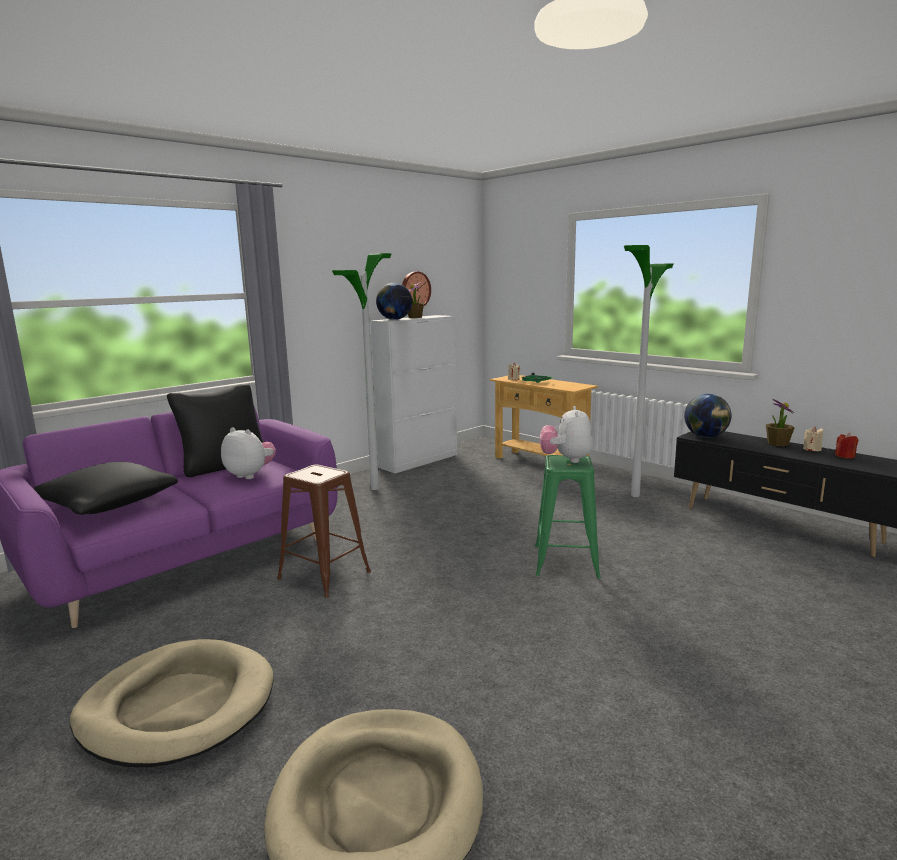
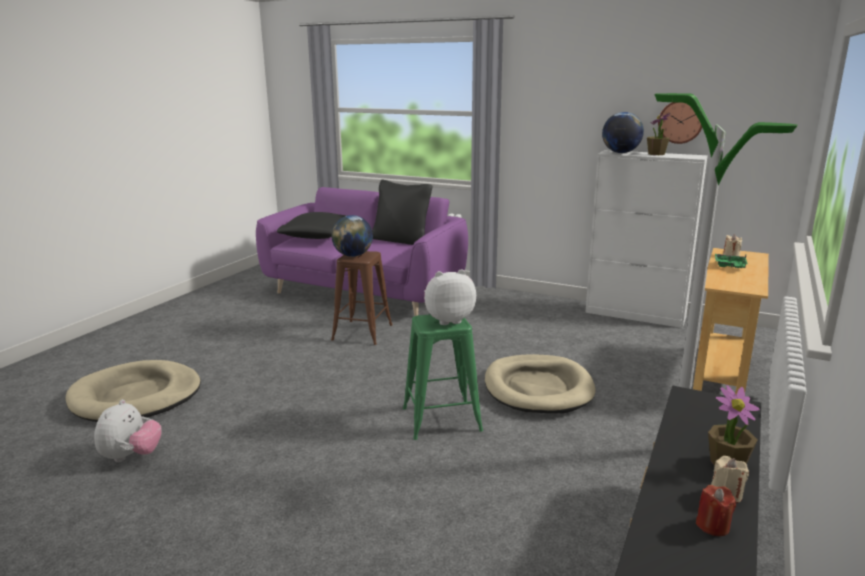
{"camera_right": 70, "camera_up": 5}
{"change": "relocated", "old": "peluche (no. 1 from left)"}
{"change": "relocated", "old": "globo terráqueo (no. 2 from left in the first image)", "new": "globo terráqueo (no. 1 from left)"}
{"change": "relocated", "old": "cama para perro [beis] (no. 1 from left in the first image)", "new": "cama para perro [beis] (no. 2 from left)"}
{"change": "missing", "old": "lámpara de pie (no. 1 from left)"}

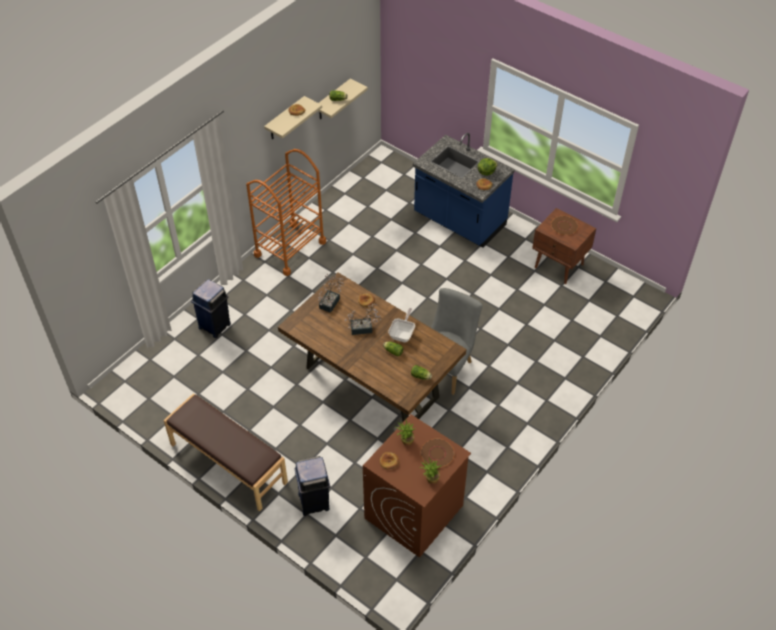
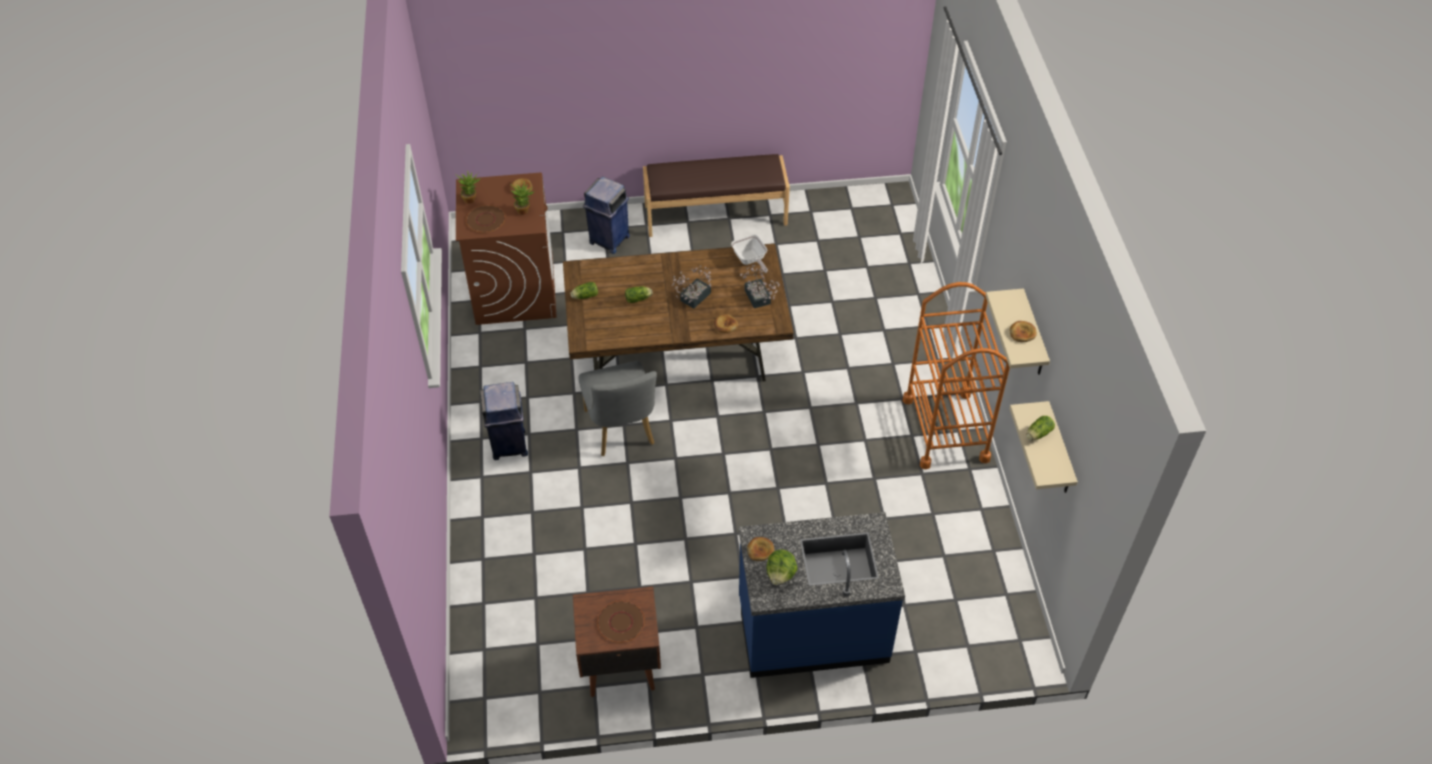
{"camera_right": 135, "camera_up": 0}
{"change": "relocated", "old": "papelera [azul] (no. 1 from left)"}
{"change": "relocated", "old": "sartén"}

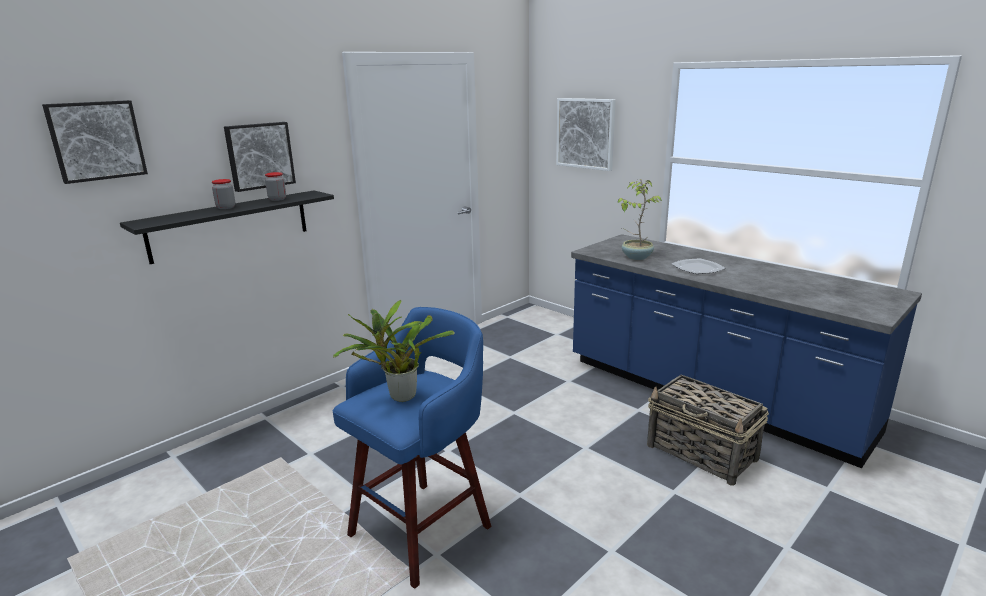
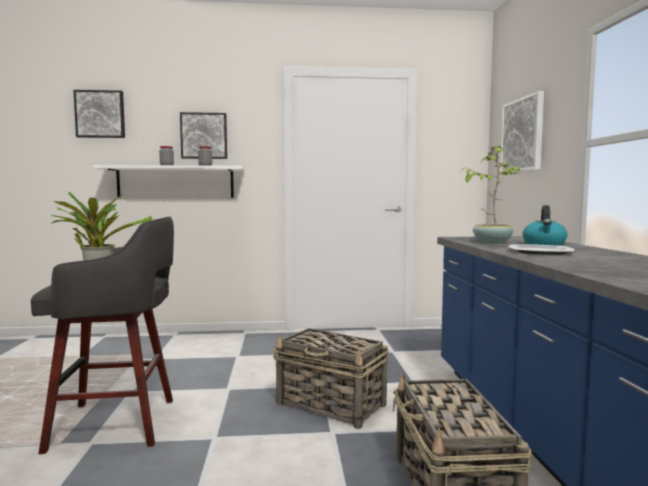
{"camera_right": 40, "camera_up": -15}
{"change": "colour", "old": "taburete [azul]", "new": "taburete [gris]"}
{"change": "colour", "old": "estante [negro]", "new": "estante [blanco]"}
{"change": "appeared", "new": "cesta (no. 1 from left)"}
{"change": "appeared", "new": "hervidor"}

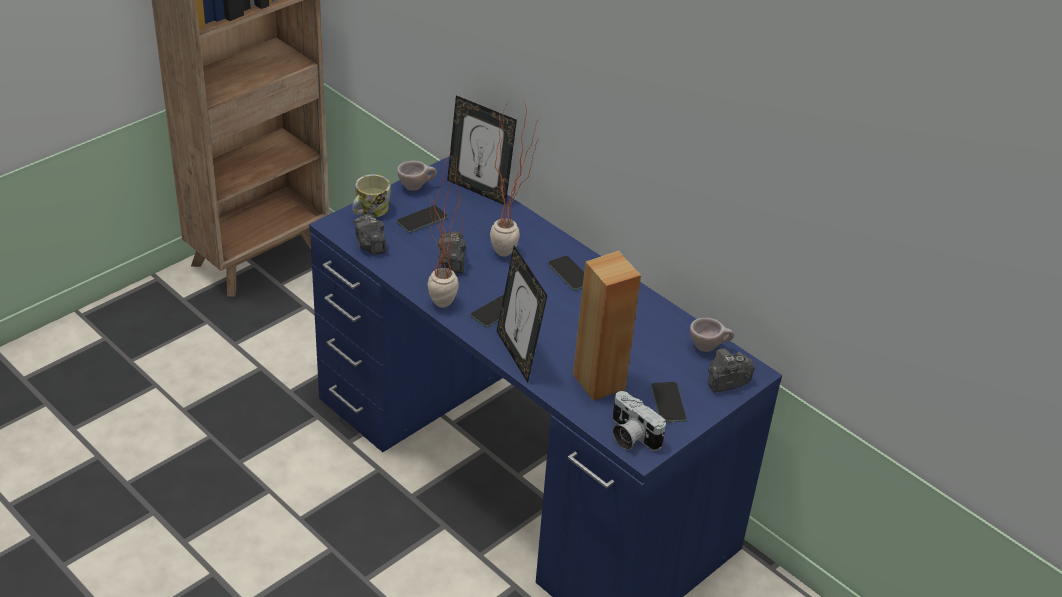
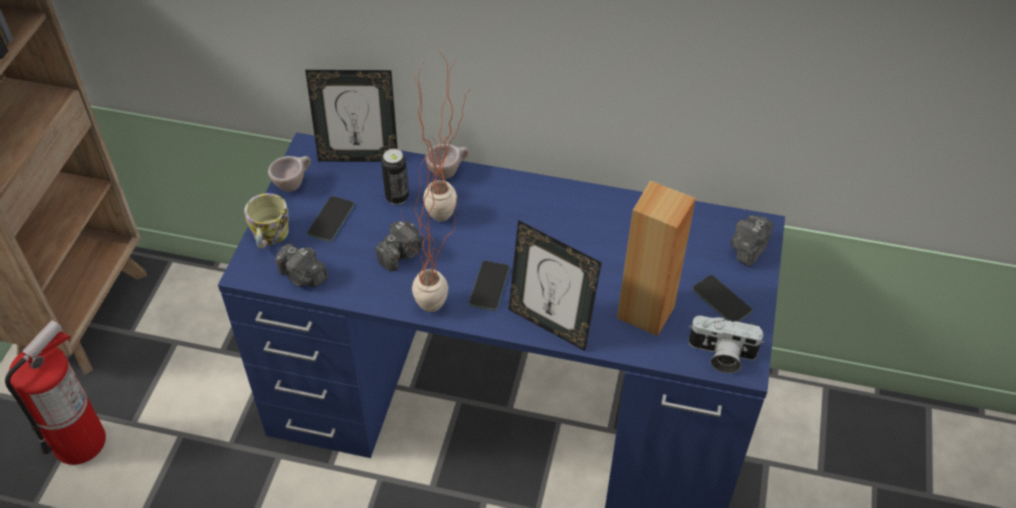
{"camera_right": -30, "camera_up": 10}
{"change": "appeared", "new": "extintor"}
{"change": "spun", "old": "cámara (no. 2 from left)", "degrees": -105}
{"change": "appeared", "new": "lata"}
{"change": "relocated", "old": "taza [beis] (no. 2 from left)"}
{"change": "missing", "old": "móvil (no. 3 from left)"}

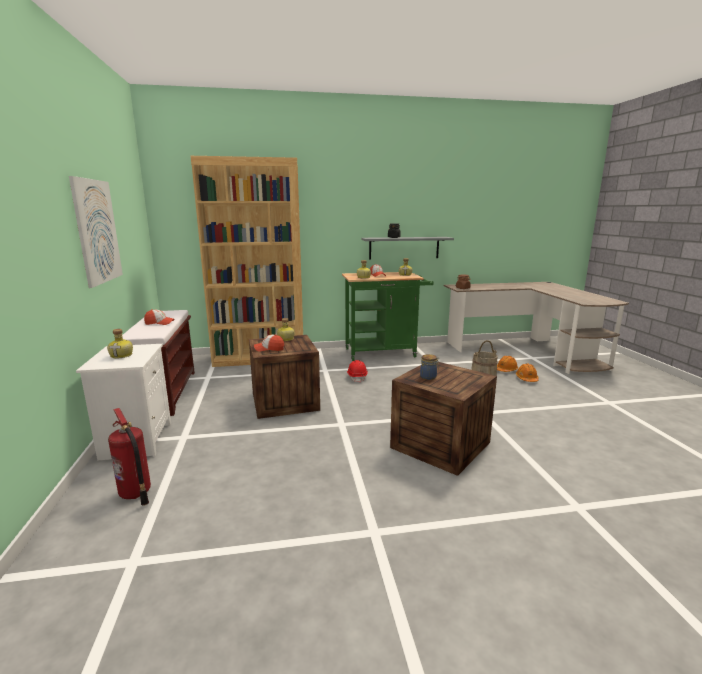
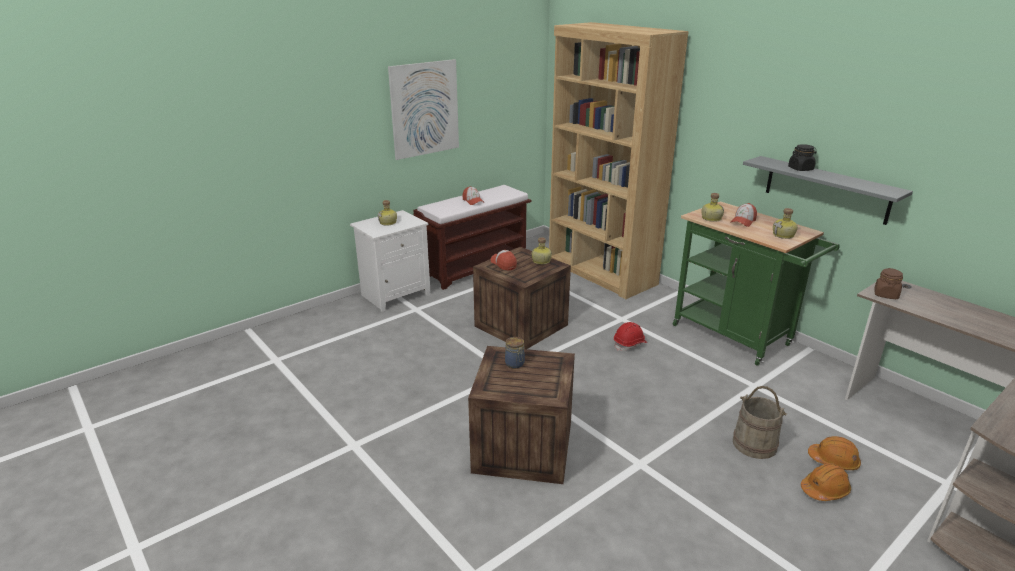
{"camera_right": 60, "camera_up": 10}
{"change": "missing", "old": "extintor"}

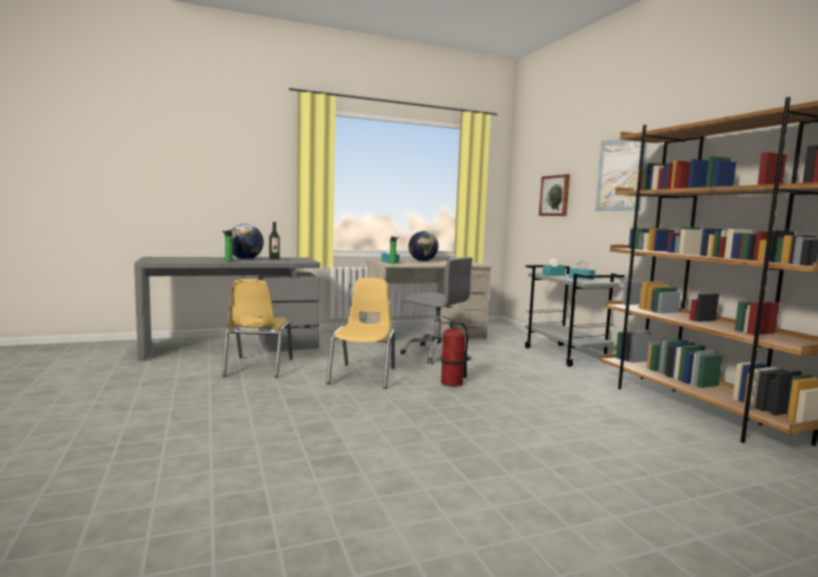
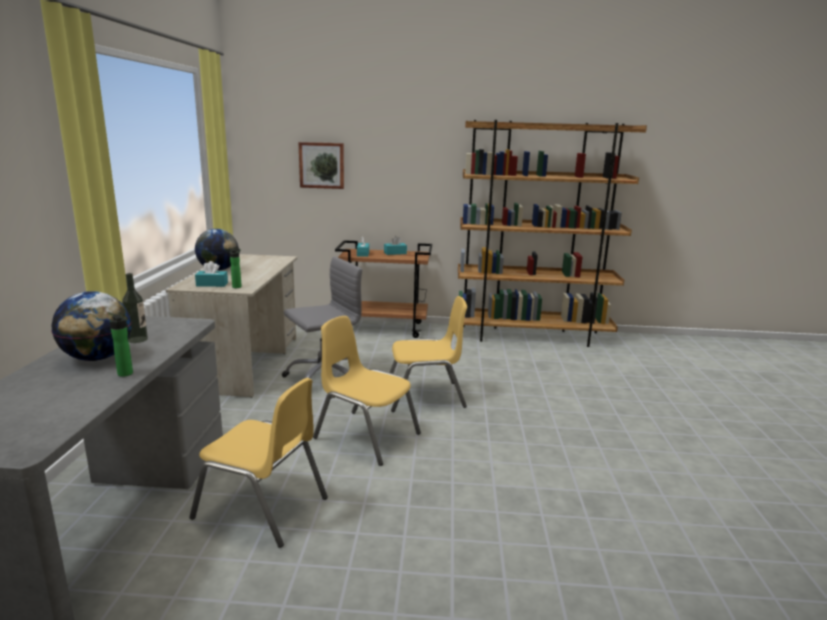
{"camera_right": -65, "camera_up": 10}
{"change": "colour", "old": "carrito [gris]", "new": "carrito [marrón]"}
{"change": "exchanged", "old": "extintor", "new": "silla [amarillo] (no. 3 from left)"}
{"change": "missing", "old": "cuadro (no. 2 from left)"}

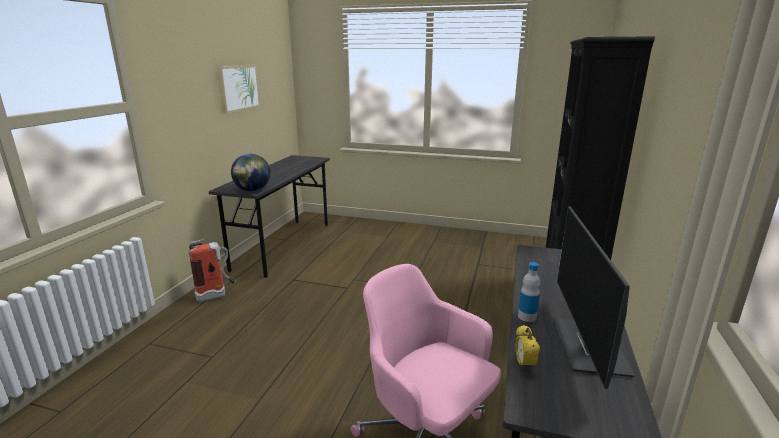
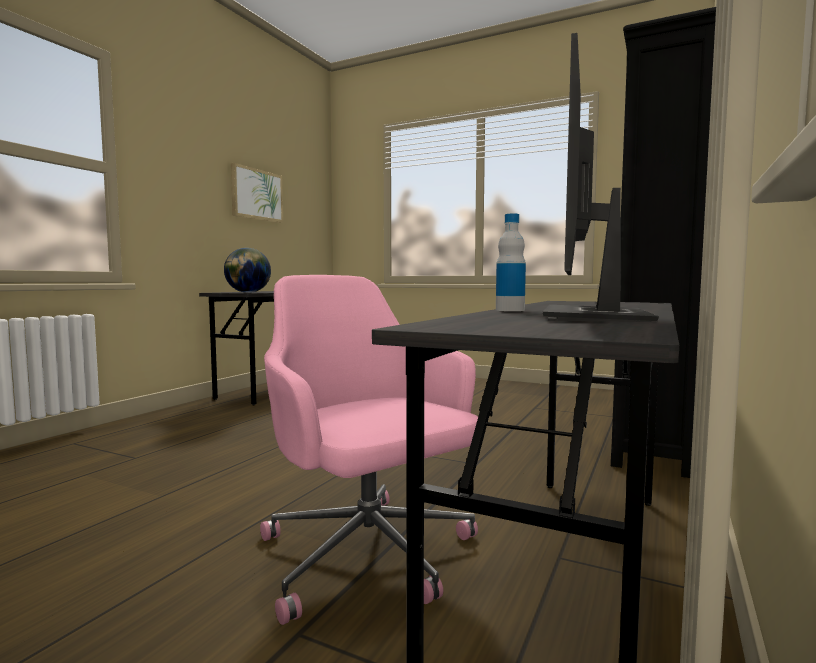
{"camera_right": 10, "camera_up": -15}
{"change": "missing", "old": "extintor"}
{"change": "missing", "old": "despertador"}

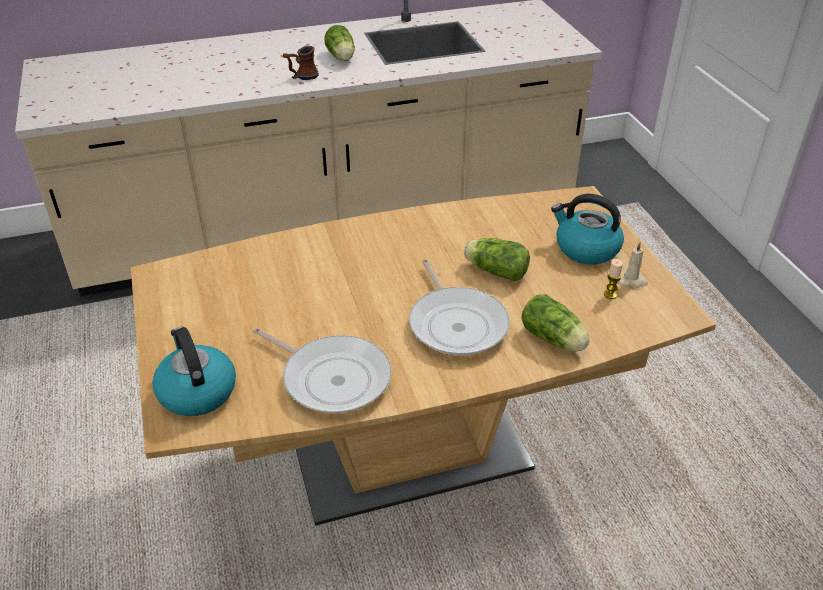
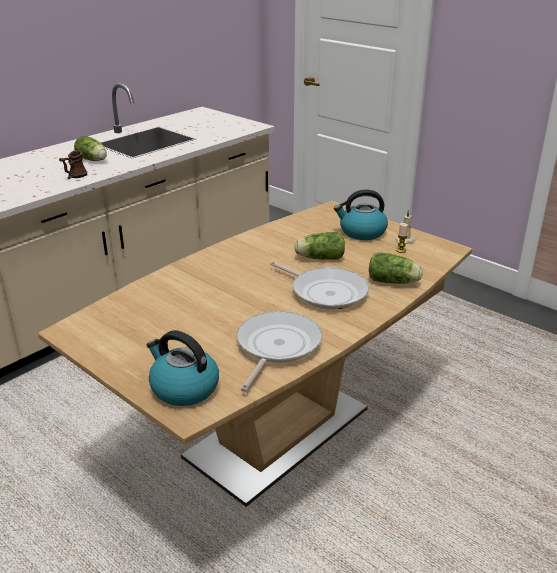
{"camera_right": -30, "camera_up": -10}
{"change": "spun", "old": "sartén (no. 1 from left)", "degrees": -75}

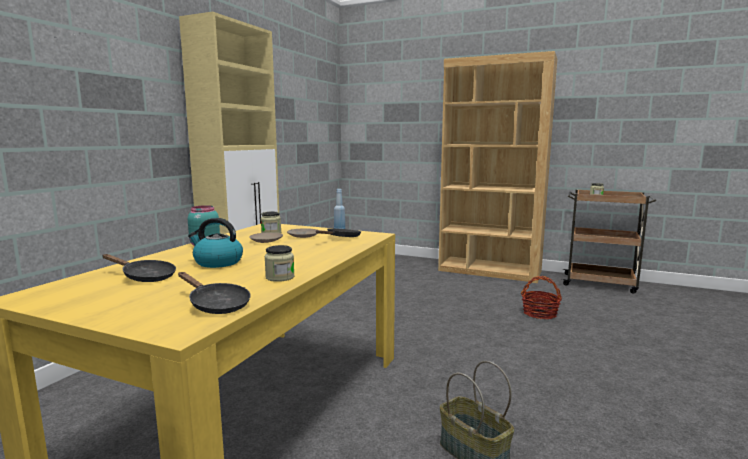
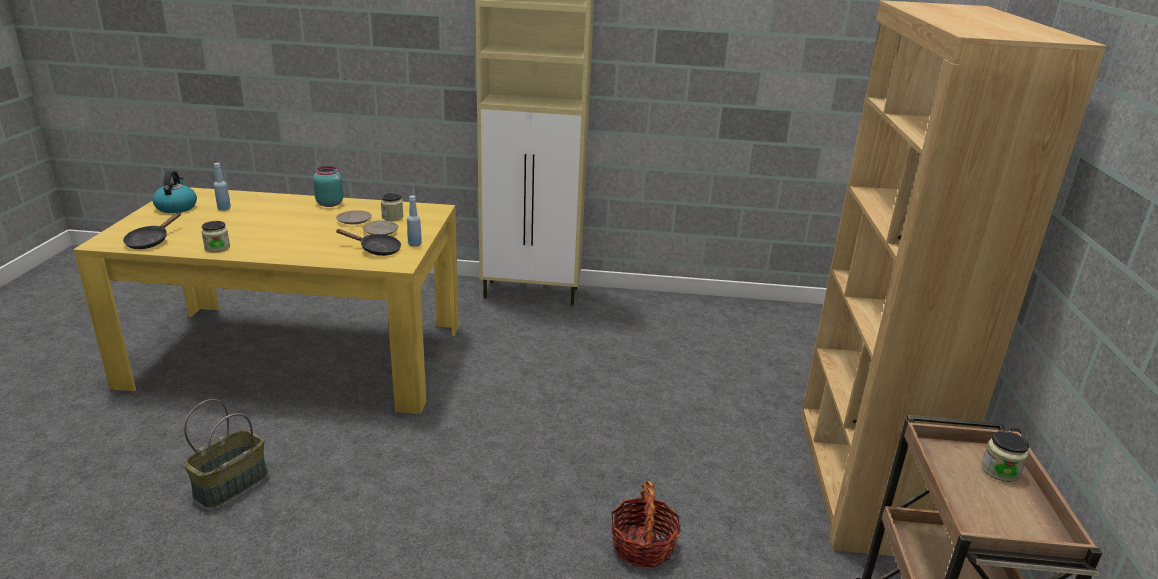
{"camera_right": 70, "camera_up": 15}
{"change": "relocated", "old": "hervidor"}
{"change": "exchanged", "old": "sartén [negro] (no. 1 from left)", "new": "botella [azul] (no. 1 from left)"}

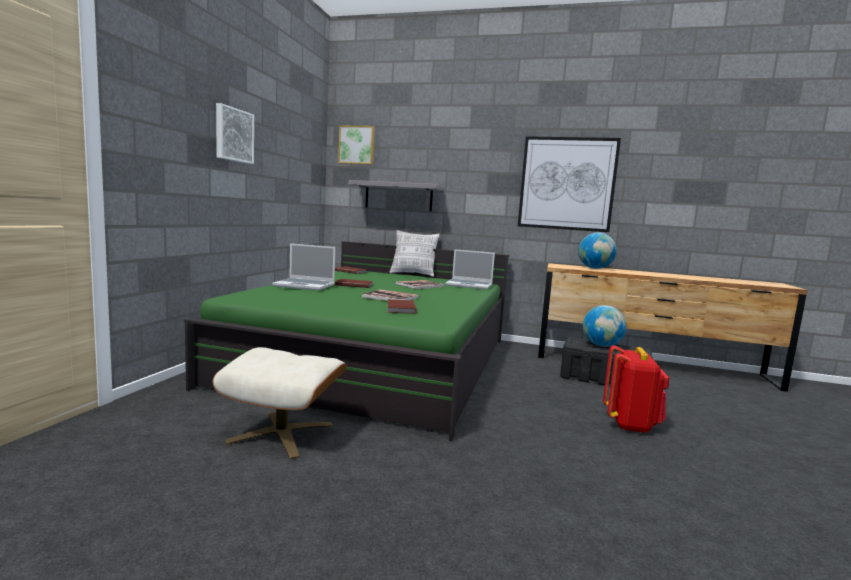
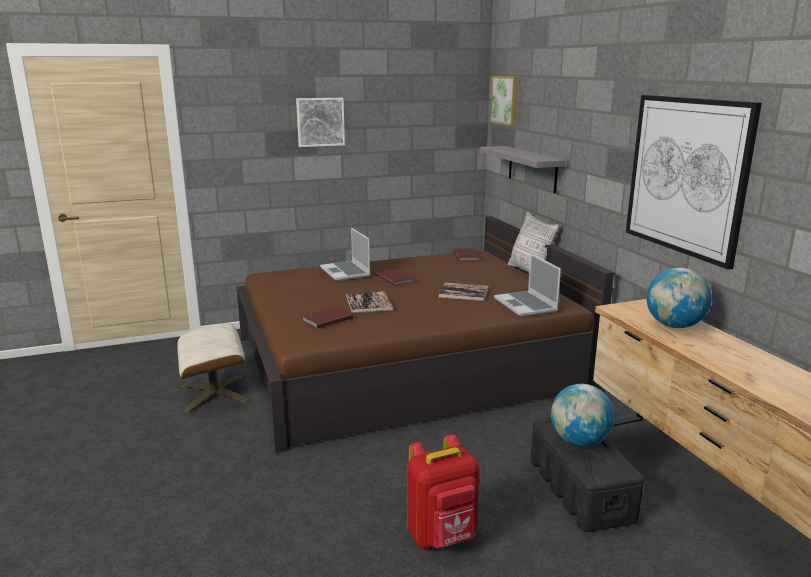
{"camera_right": 55, "camera_up": 10}
{"change": "colour", "old": "cama [verde]", "new": "cama [marrón]"}

